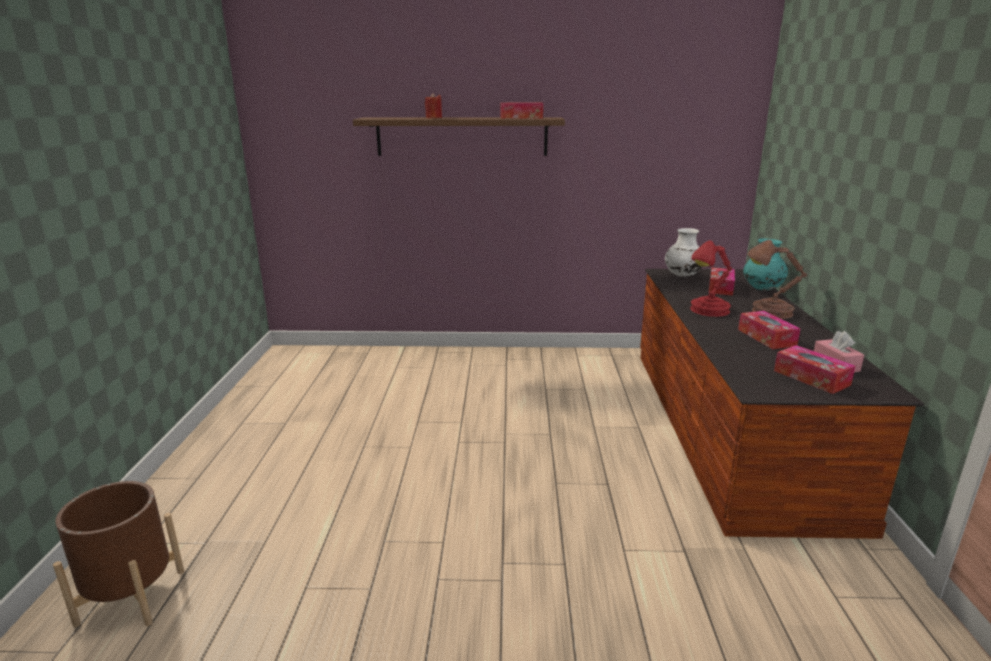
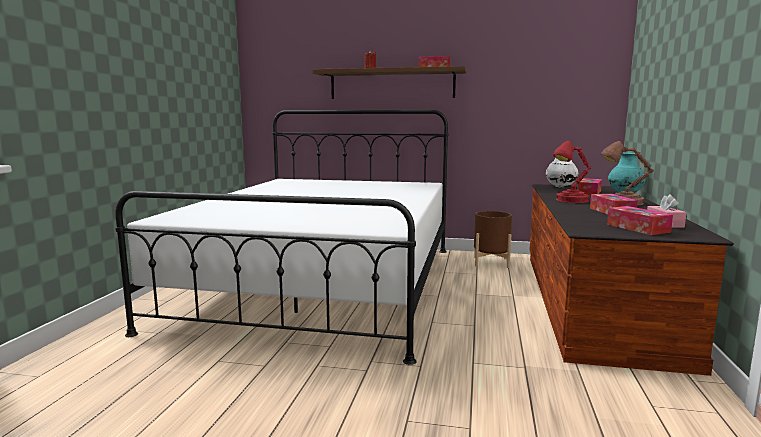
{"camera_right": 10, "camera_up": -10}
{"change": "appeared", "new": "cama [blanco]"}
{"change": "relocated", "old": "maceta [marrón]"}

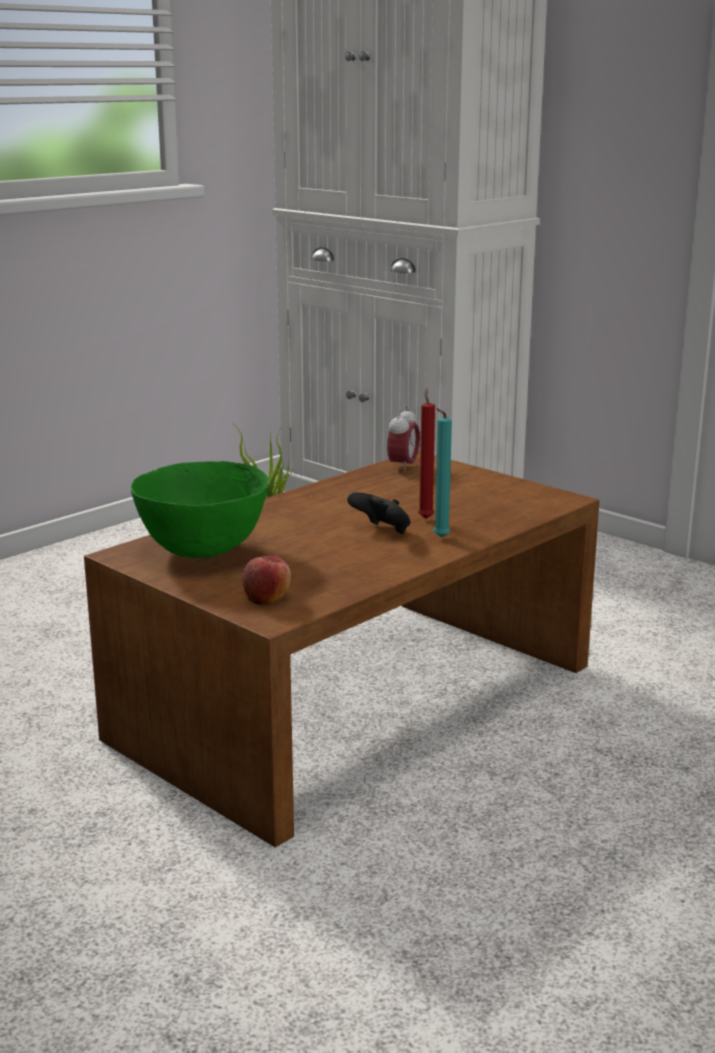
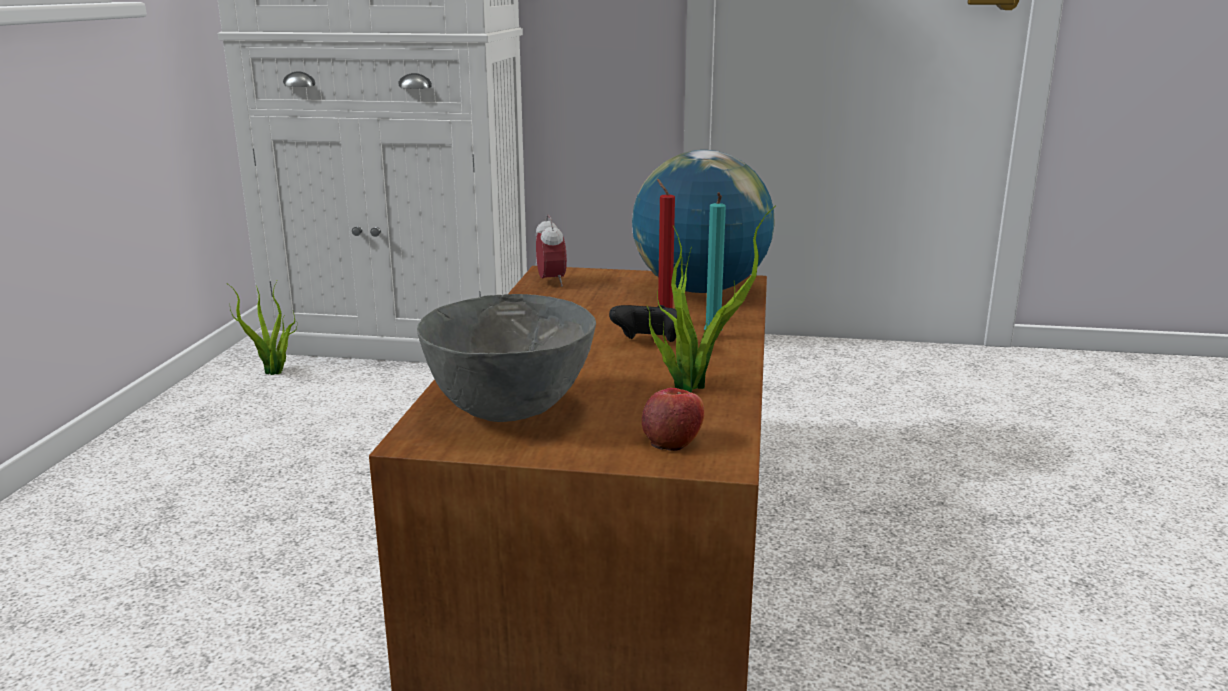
{"camera_right": -35, "camera_up": 0}
{"change": "colour", "old": "cuenco [verde]", "new": "cuenco [gris]"}
{"change": "appeared", "new": "globo terráqueo"}
{"change": "appeared", "new": "planta en maceta (no. 2 from left)"}

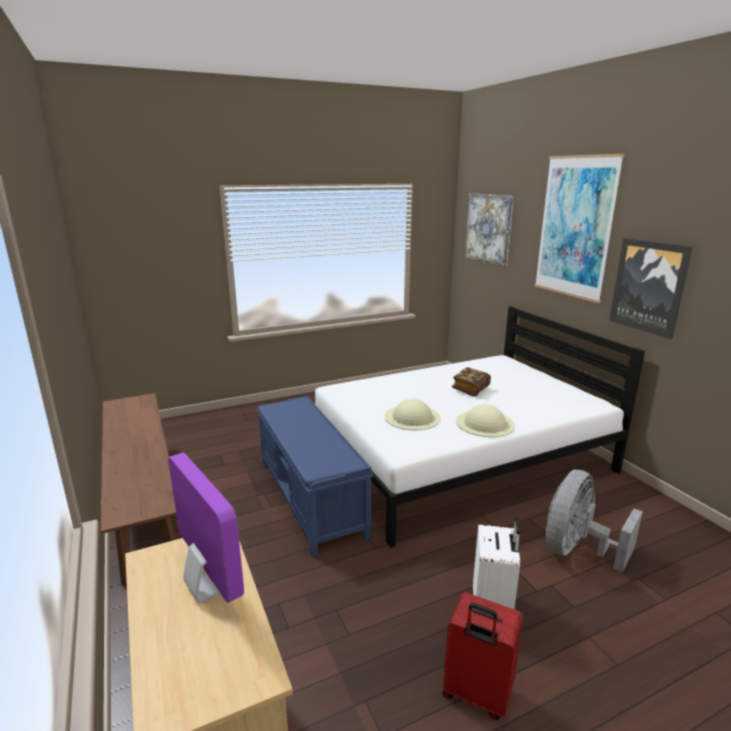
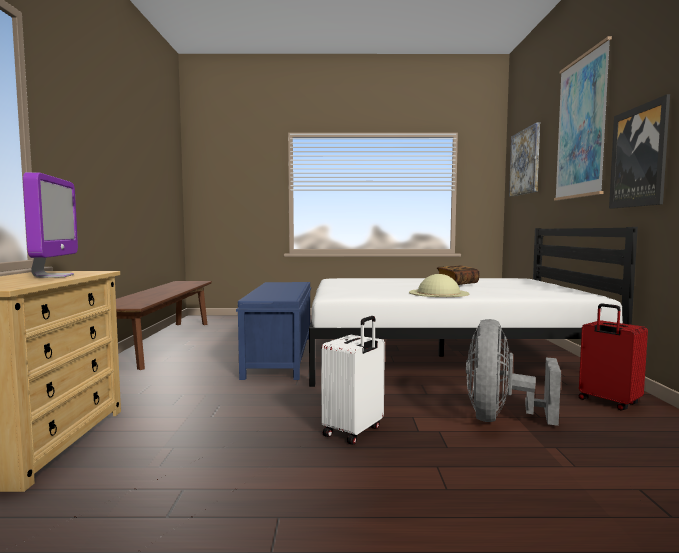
{"camera_right": 25, "camera_up": -15}
{"change": "spun", "old": "ventilador [gris]", "degrees": -45}
{"change": "relocated", "old": "maleta [rojo]"}
{"change": "missing", "old": "sombrero [beis] (no. 1 from left)"}

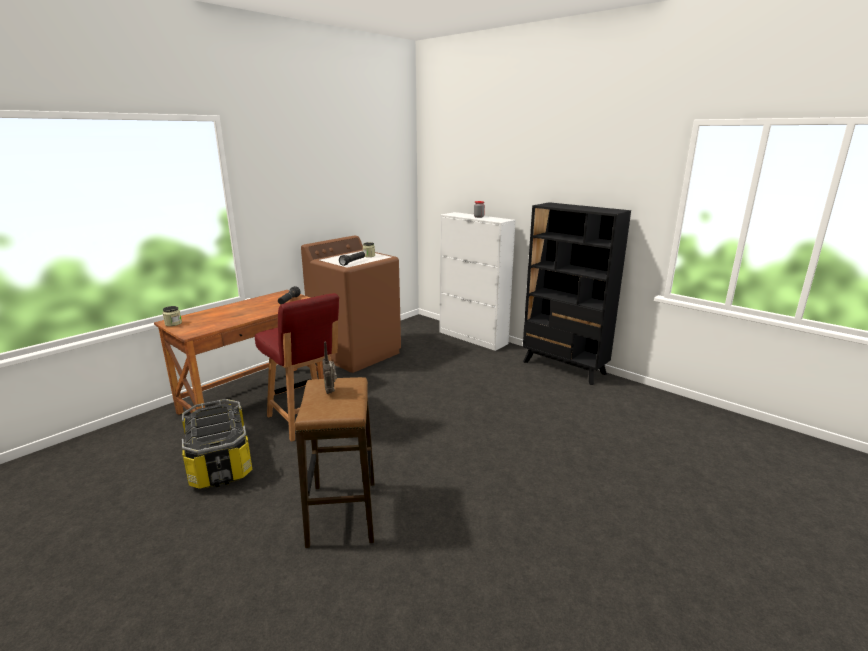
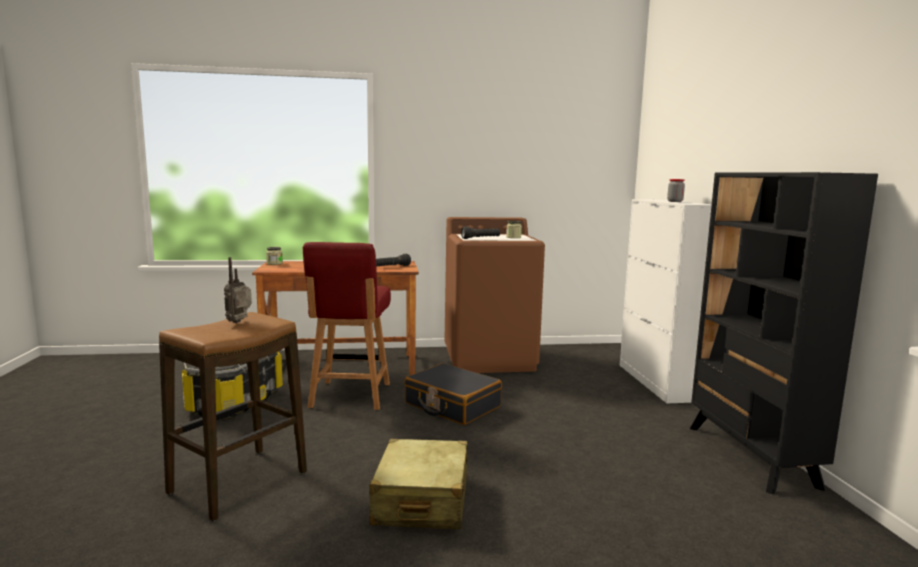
{"camera_right": 40, "camera_up": -10}
{"change": "appeared", "new": "maleta [beis]"}
{"change": "appeared", "new": "maleta [negro]"}

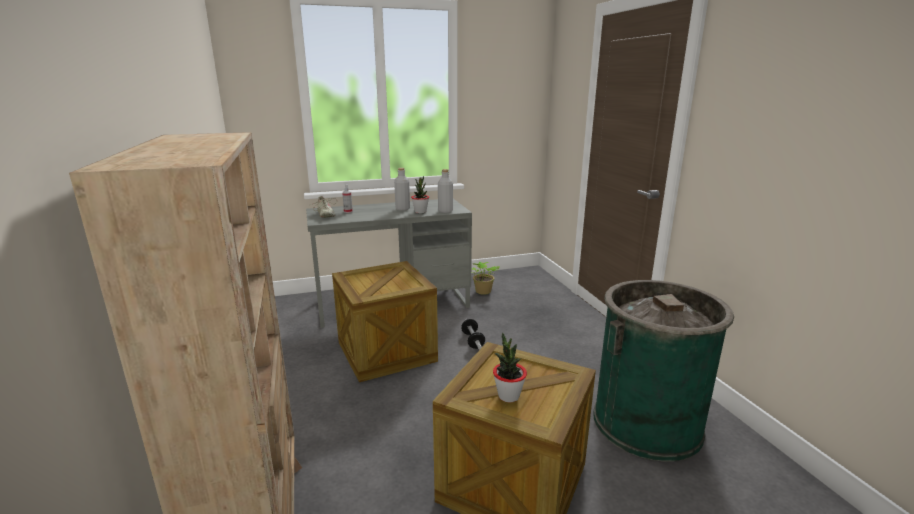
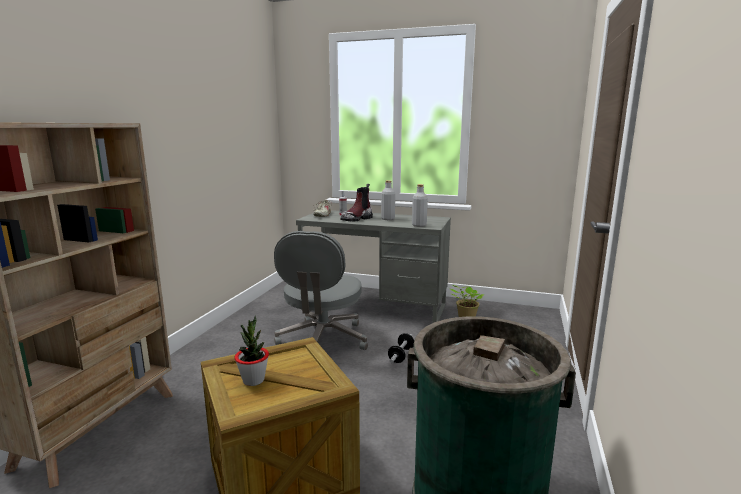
{"camera_right": 35, "camera_up": -5}
{"change": "exchanged", "old": "caja de embalaje (no. 1 from left)", "new": "silla de oficina [gris]"}
{"change": "appeared", "new": "bota"}
{"change": "missing", "old": "planta en maceta (no. 1 from left)"}

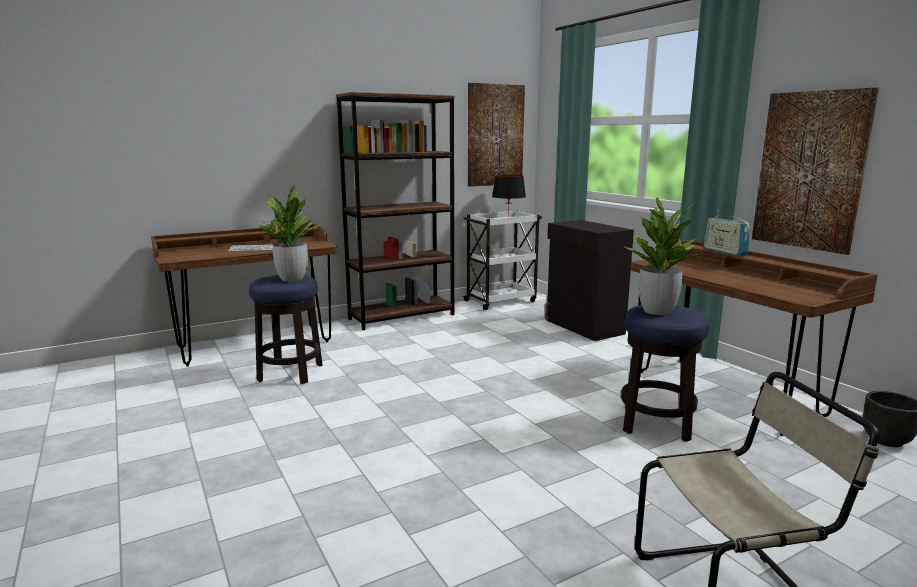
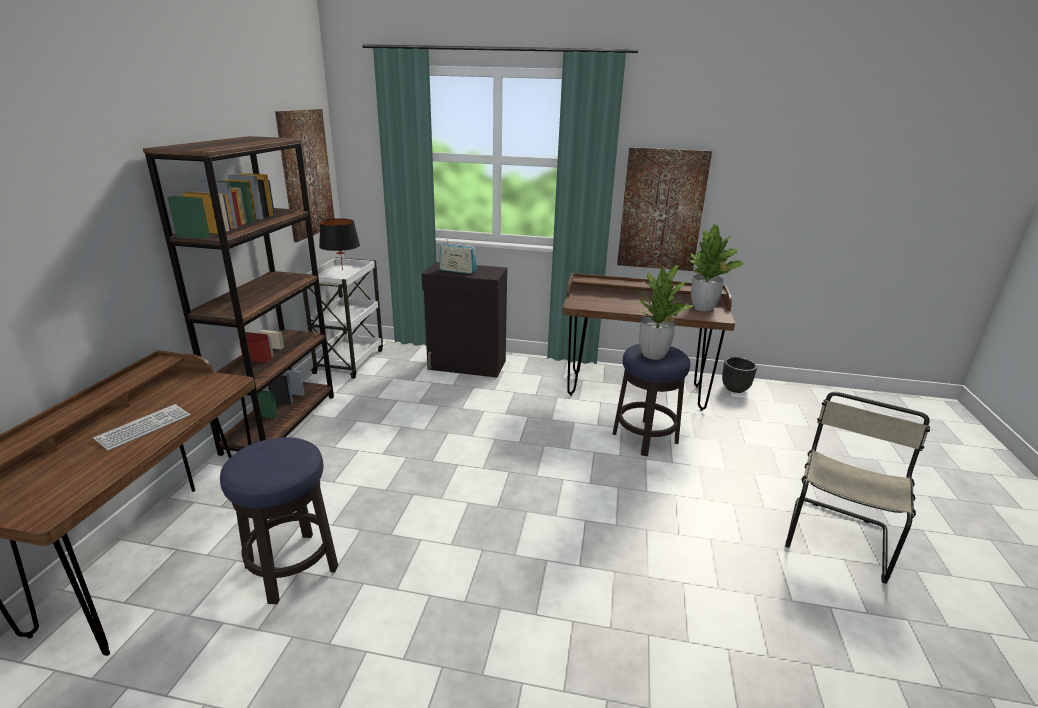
{"camera_right": -50, "camera_up": 10}
{"change": "relocated", "old": "radio"}
{"change": "relocated", "old": "planta en maceta (no. 1 from left in the first image)", "new": "planta en maceta (no. 2 from left)"}

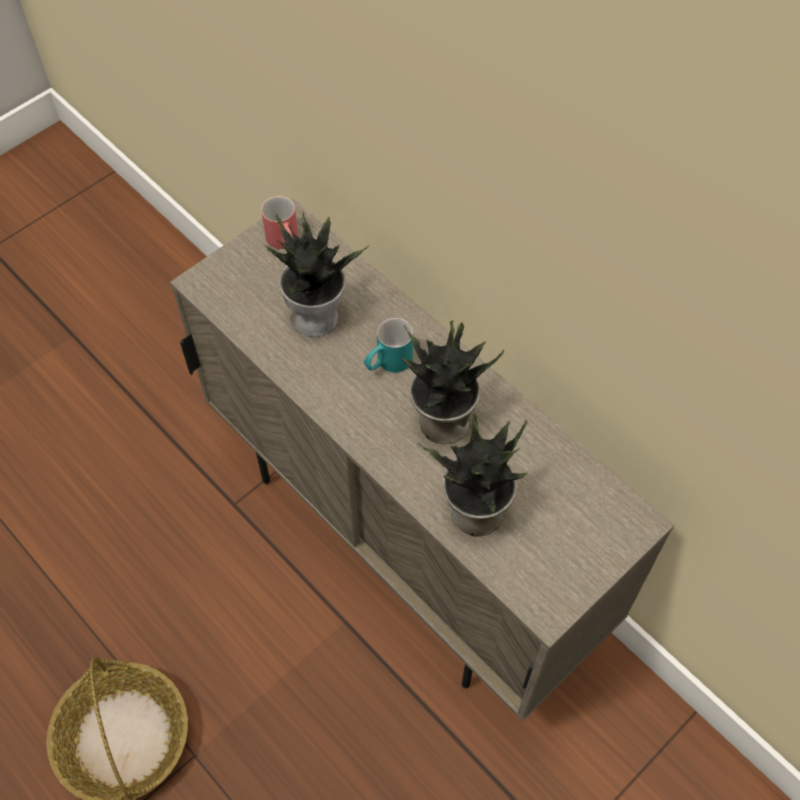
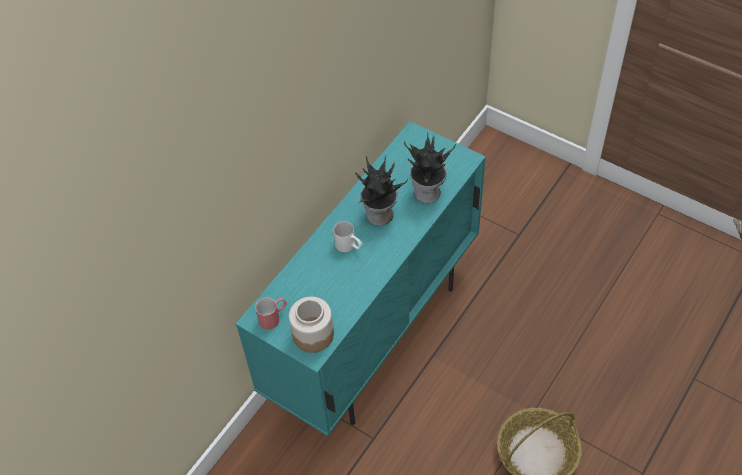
{"camera_right": -100, "camera_up": -5}
{"change": "colour", "old": "armario [beis]", "new": "armario [turquesa]"}
{"change": "appeared", "new": "tarro"}
{"change": "colour", "old": "taza grande [turquesa]", "new": "taza grande [blanco]"}
{"change": "missing", "old": "planta en maceta (no. 1 from left)"}

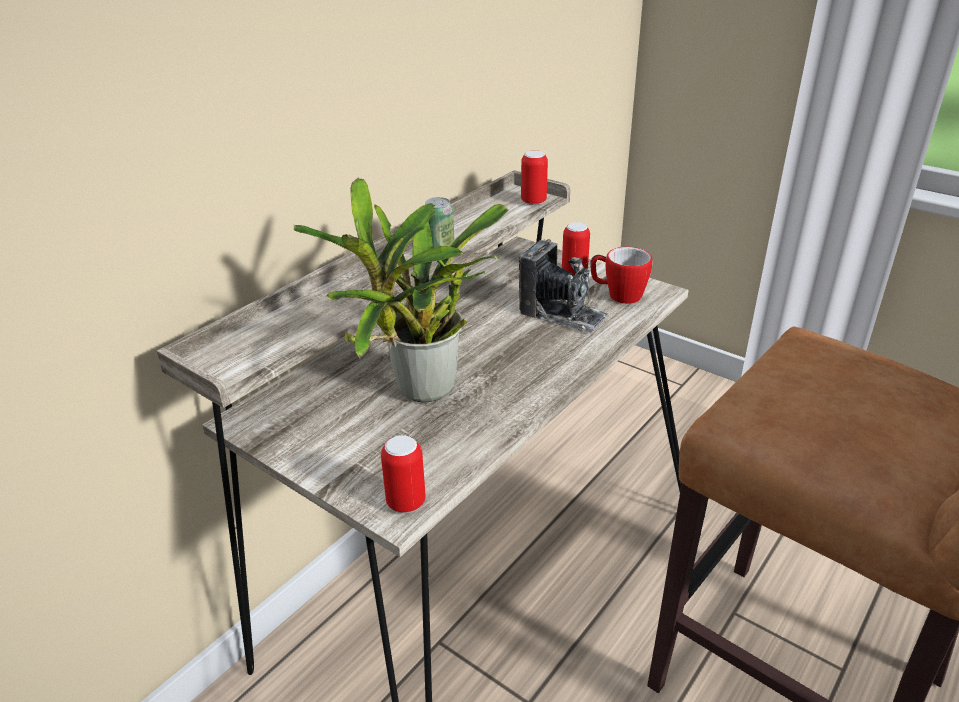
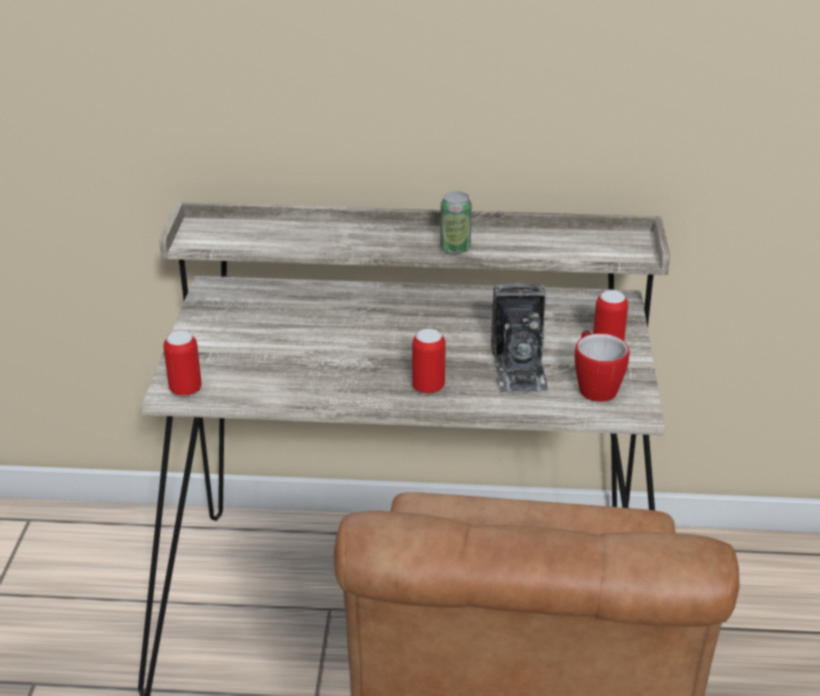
{"camera_right": 55, "camera_up": 0}
{"change": "relocated", "old": "lata (no. 3 from left in the first image)", "new": "lata (no. 2 from left)"}
{"change": "missing", "old": "planta en maceta"}

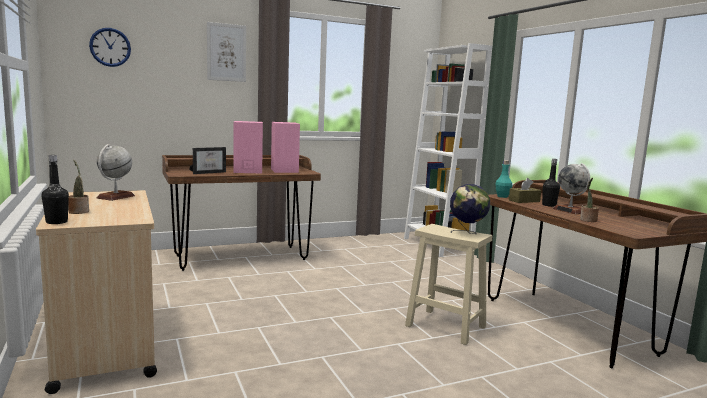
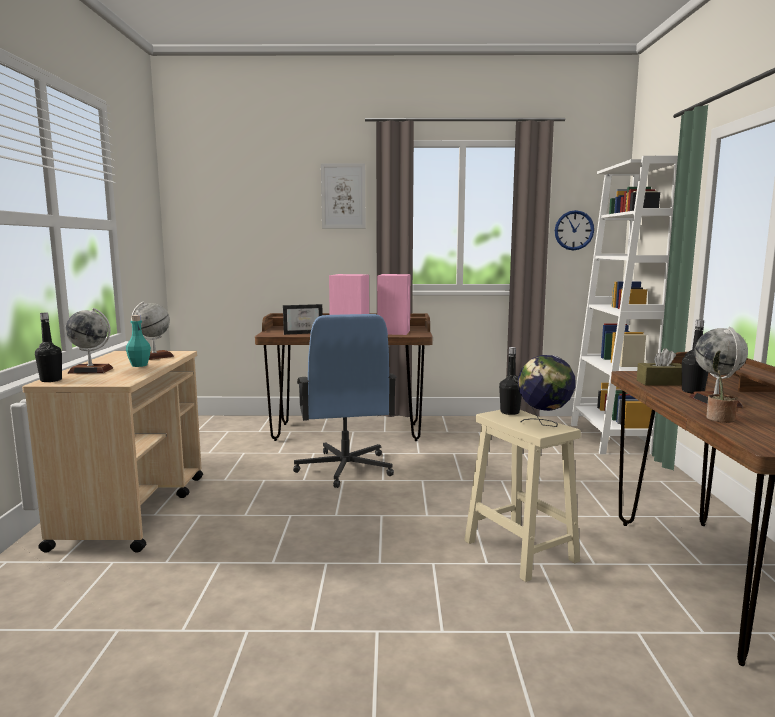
{"camera_right": 25, "camera_up": 0}
{"change": "exchanged", "old": "planta en maceta (no. 1 from left)", "new": "globo terráqueo (no. 1 from left)"}
{"change": "relocated", "old": "botella [turquesa]"}
{"change": "appeared", "new": "silla de oficina [azul]"}
{"change": "appeared", "new": "botella [negro] (no. 2 from left)"}
{"change": "relocated", "old": "reloj de pared"}

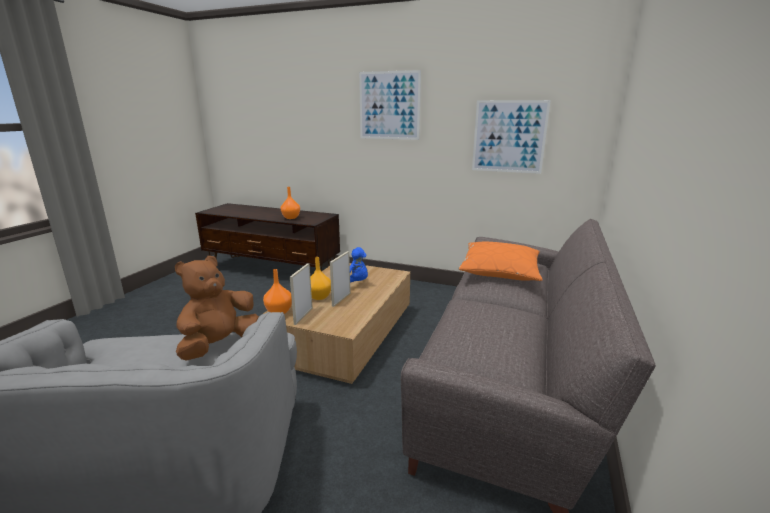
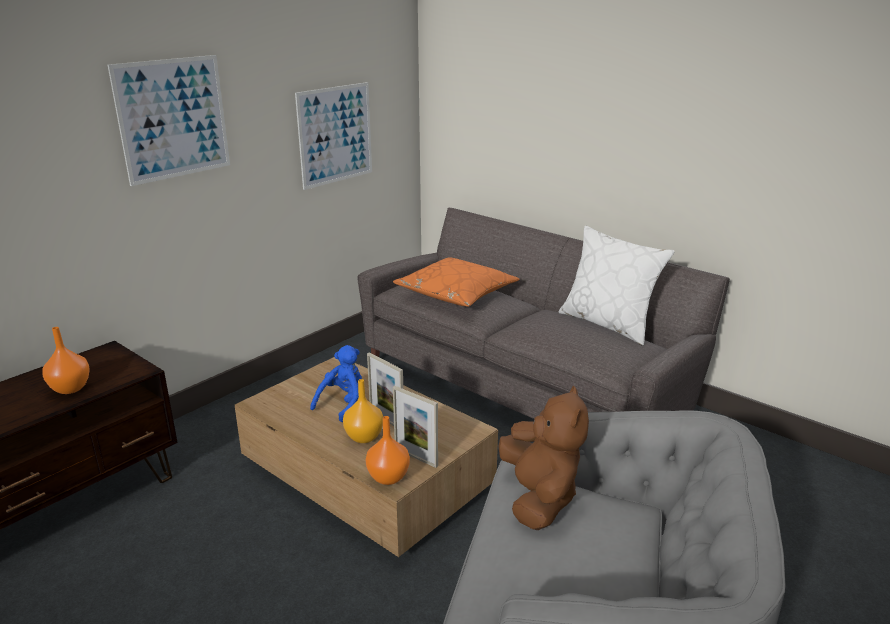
{"camera_right": -70, "camera_up": 5}
{"change": "spun", "old": "peluche [marrón]", "degrees": -150}
{"change": "appeared", "new": "cojín [blanco]"}

